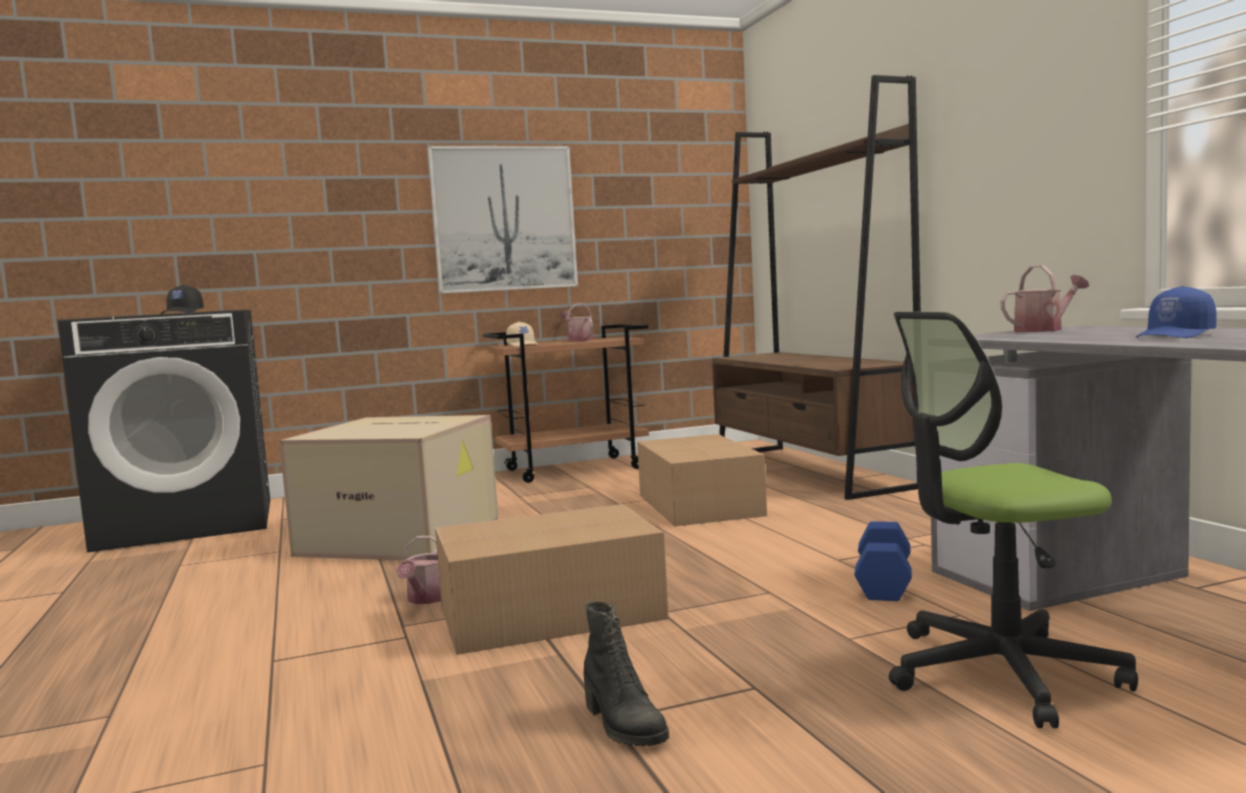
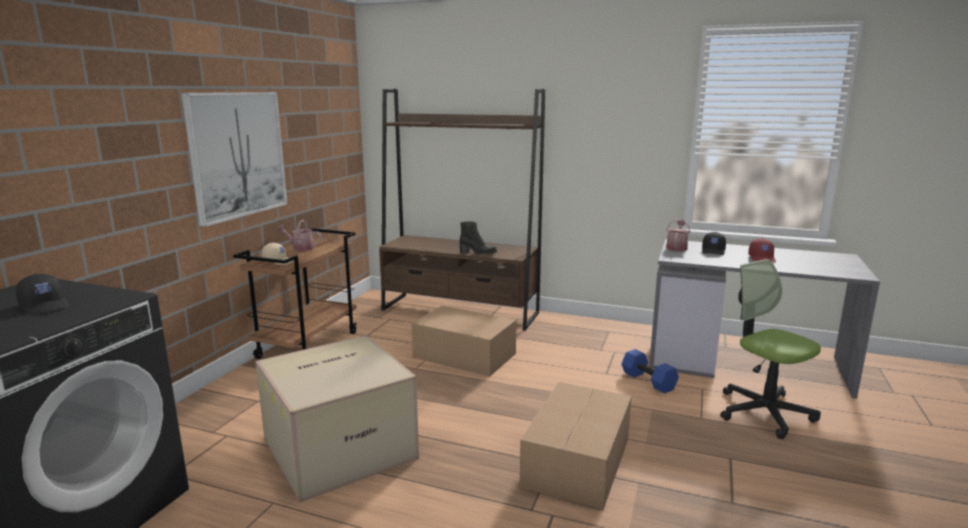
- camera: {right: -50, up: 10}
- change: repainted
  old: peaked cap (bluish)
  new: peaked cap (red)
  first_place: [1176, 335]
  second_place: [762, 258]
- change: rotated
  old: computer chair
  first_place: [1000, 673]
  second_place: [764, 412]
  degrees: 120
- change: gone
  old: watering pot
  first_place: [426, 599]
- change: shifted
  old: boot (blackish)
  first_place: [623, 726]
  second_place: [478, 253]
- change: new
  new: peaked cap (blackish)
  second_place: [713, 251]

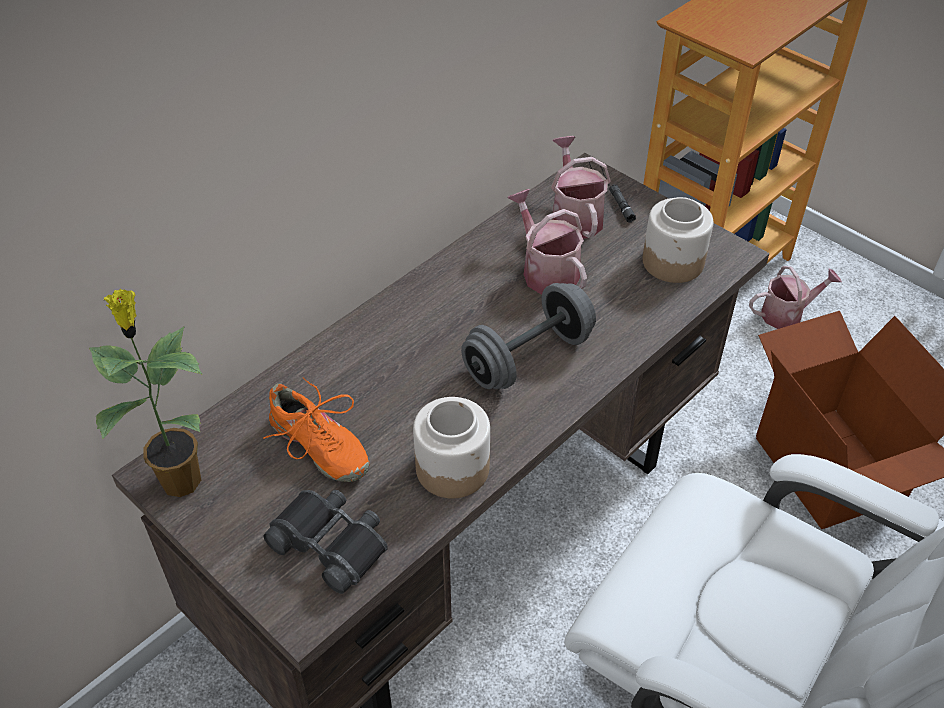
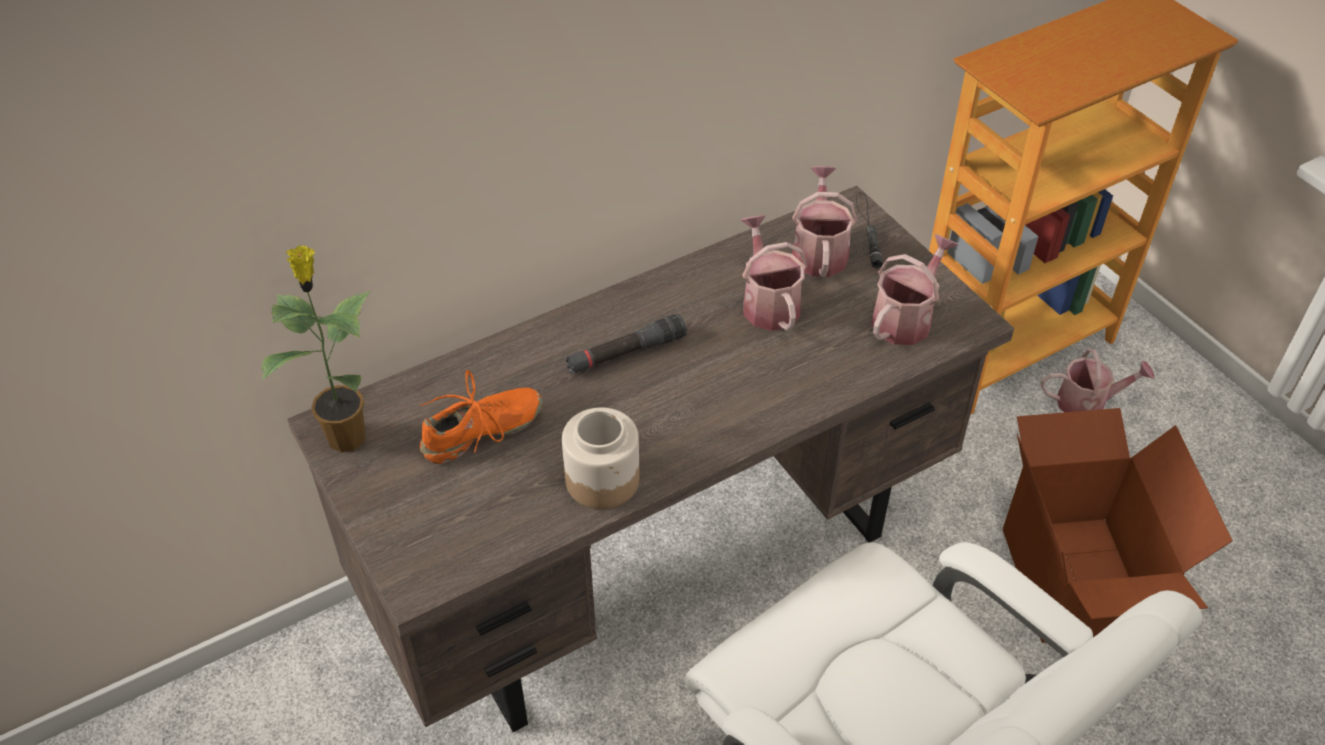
- camera: {right: 15, up: 0}
- change: swapped
  old: preserve jar
  new: watering pot
  first_place: [673, 262]
  second_place: [906, 318]
- change: gone
  old: hand weight (gray)
  first_place: [528, 358]
- change: rotated
  old: item of footwear (orangey)
  first_place: [319, 447]
  second_place: [482, 433]
  degrees: -90
- change: gone
  old: field glasses (blackish)
  first_place: [331, 543]
- change: new
  new: flashlight (blackish)
  second_place: [626, 353]

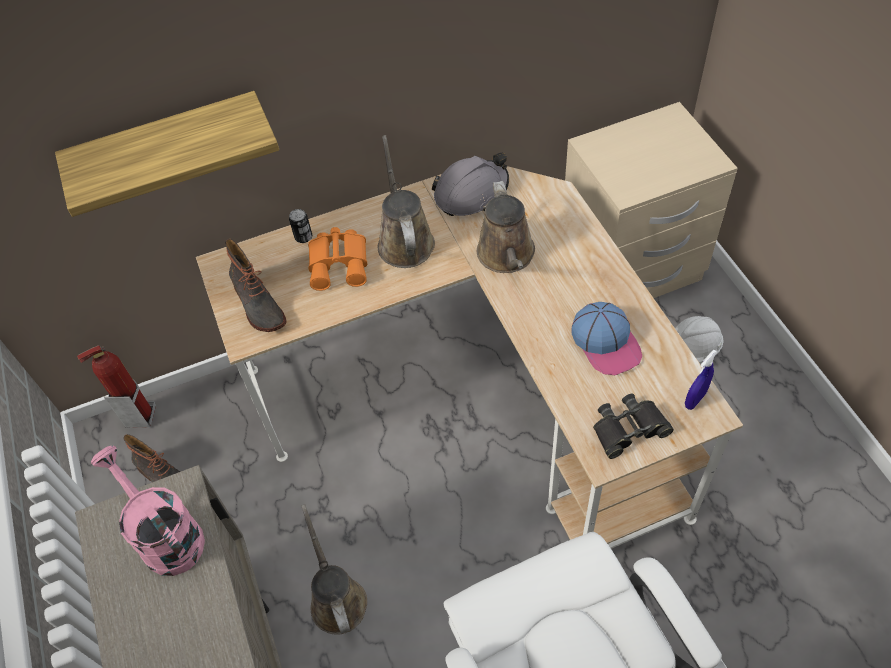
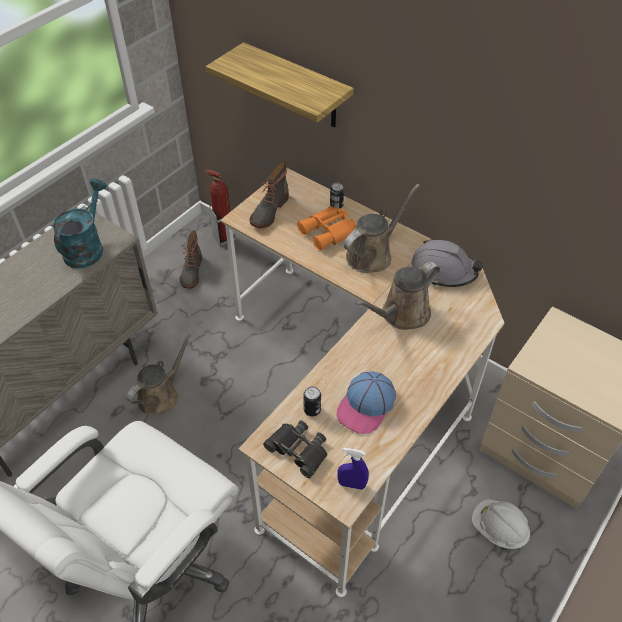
- camera: {right: 55, up: -5}
- change: repainted
  old: watering pot (pink-coloured)
  new: watering pot (turquoise)
  first_place: [165, 535]
  second_place: [87, 247]
- change: new
  new: sealed can
  second_place: [312, 410]

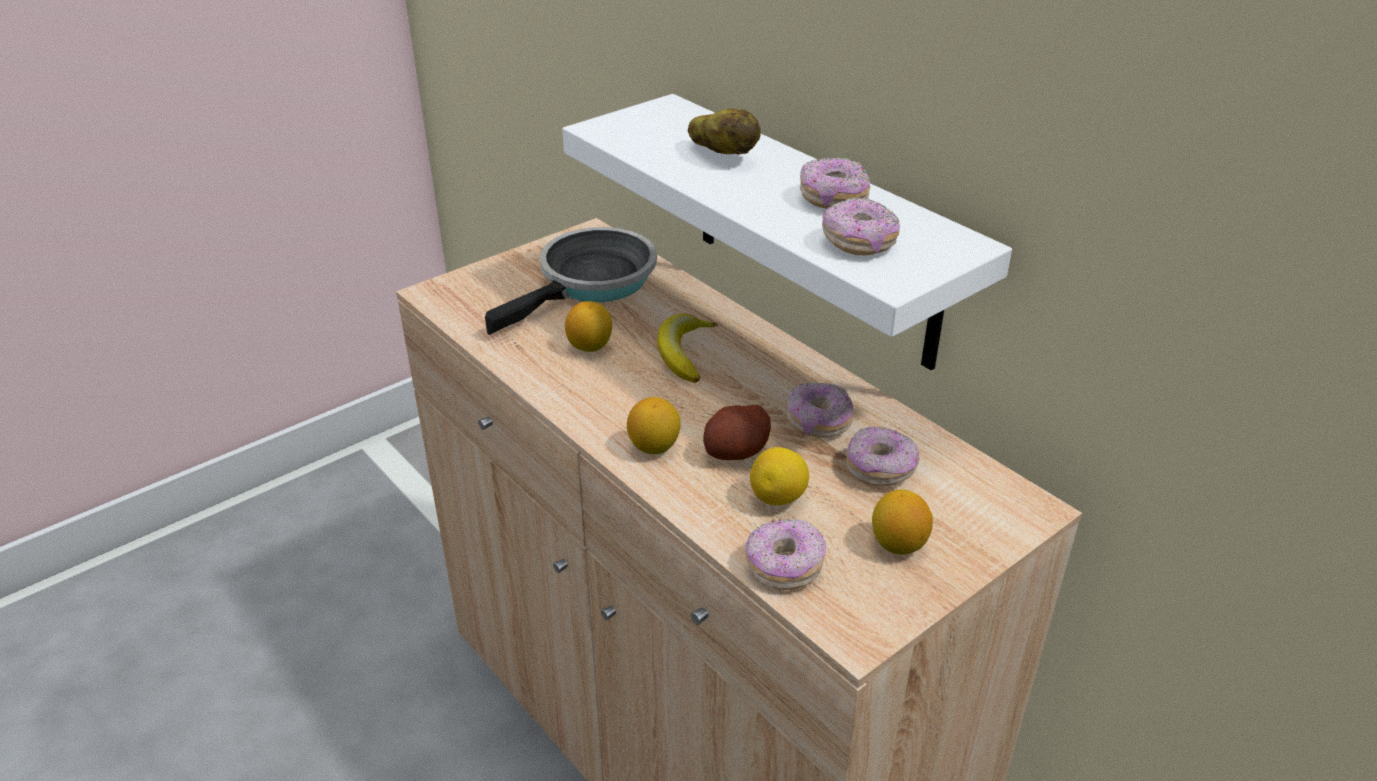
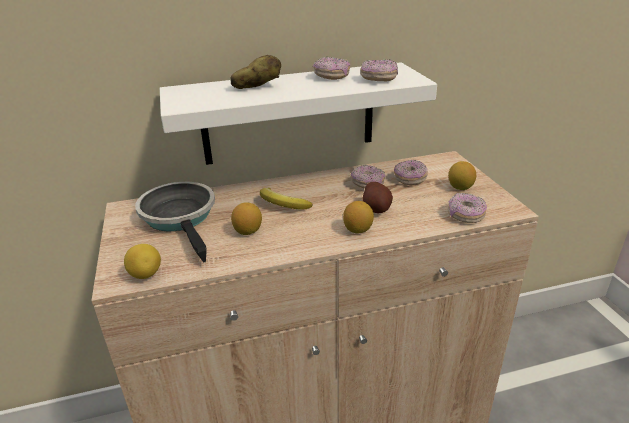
- camera: {right: -65, up: -5}
- change: shifted
  old: whole lemon
  first_place: [778, 498]
  second_place: [146, 275]

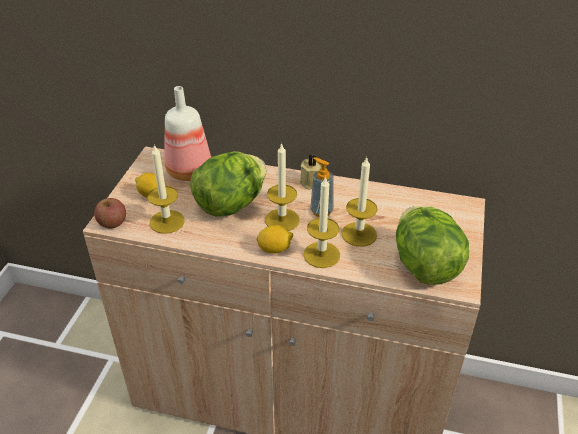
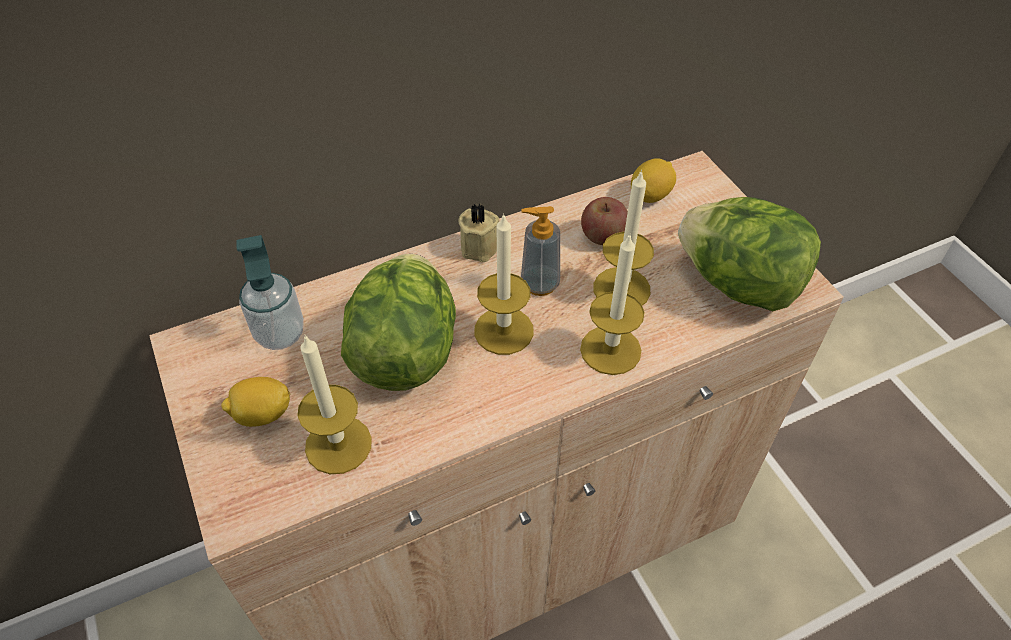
- camera: {right: -40, up: 10}
- change: swapped
  old: drink bottle
  new: soap dispenser
  first_place: [191, 171]
  second_place: [280, 334]
- change: shifted
  old: whole apple
  first_place: [112, 223]
  second_place: [603, 236]
- change: shifted
  old: whole lemon
  first_place: [275, 249]
  second_place: [650, 195]

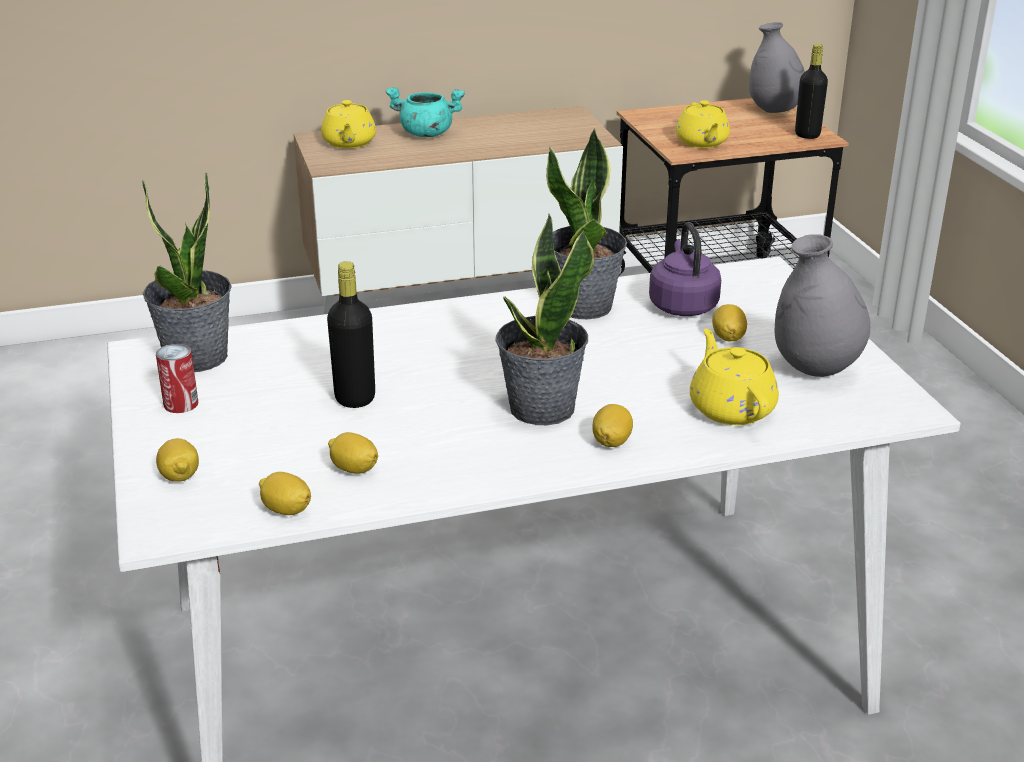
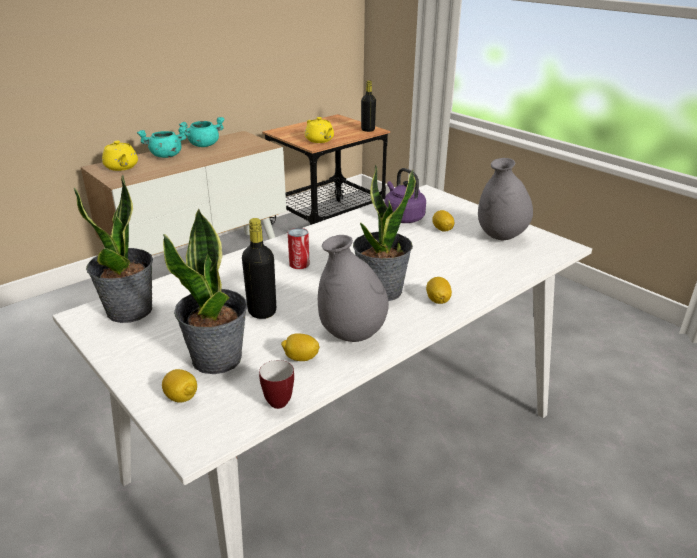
- camera: {right: -25, up: 0}
- change: shifted
  old: decorative vase (gray)
  first_place: [774, 111]
  second_place: [352, 335]
- change: shifted
  old: houseplant
  first_place: [585, 306]
  second_place: [218, 358]
- change: gone
  old: pot for tea (yellow-coloured)
  first_place: [731, 408]
- change: shifted
  old: sealed can
  first_place: [181, 404]
  second_place: [299, 264]
- change: swapped
  old: whole lemon
  new: tea mug
  first_place: [286, 510]
  second_place: [279, 399]
- change: new
  new: saucepot (turquoise)
  second_place: [204, 145]

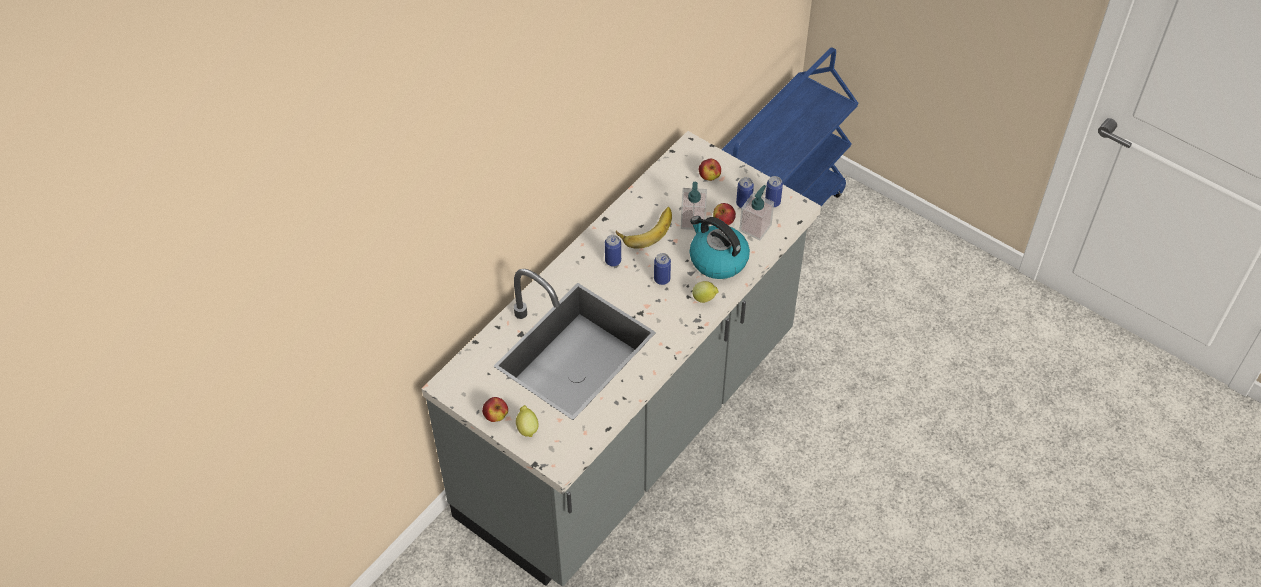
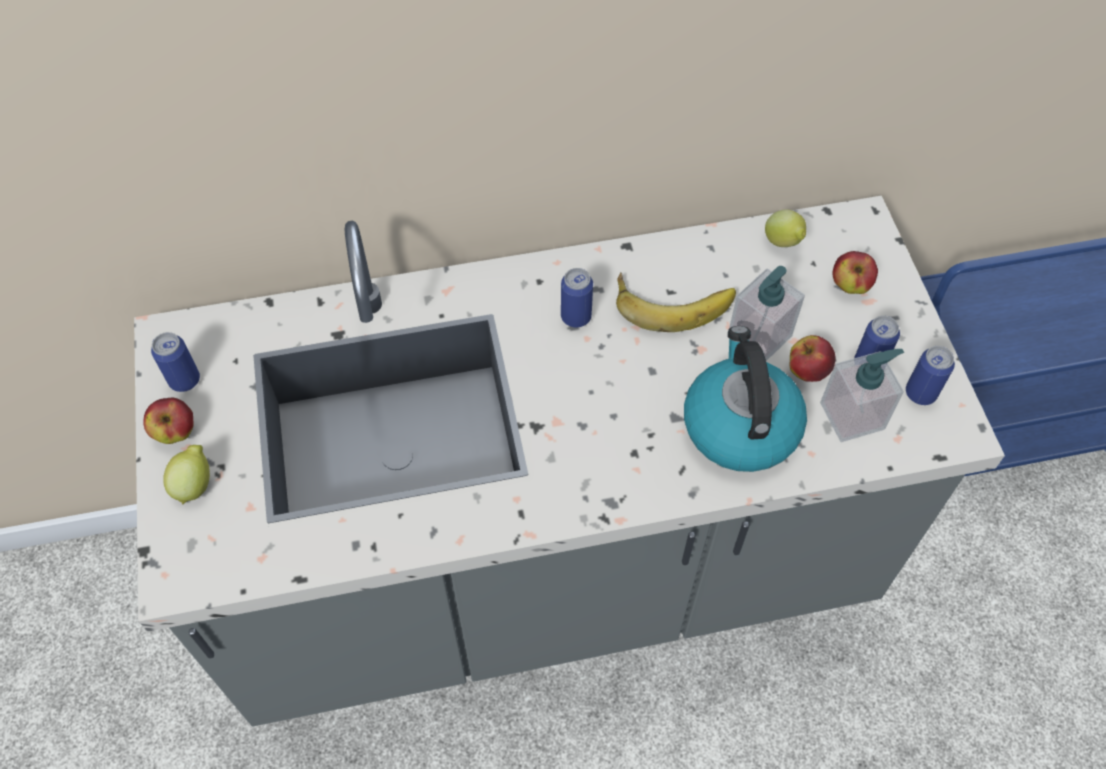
- camera: {right: 40, up: 5}
- change: shifted
  old: sealed can
  first_place: [662, 279]
  second_place: [184, 380]
- change: shifted
  old: whole lemon
  first_place: [705, 299]
  second_place: [783, 243]

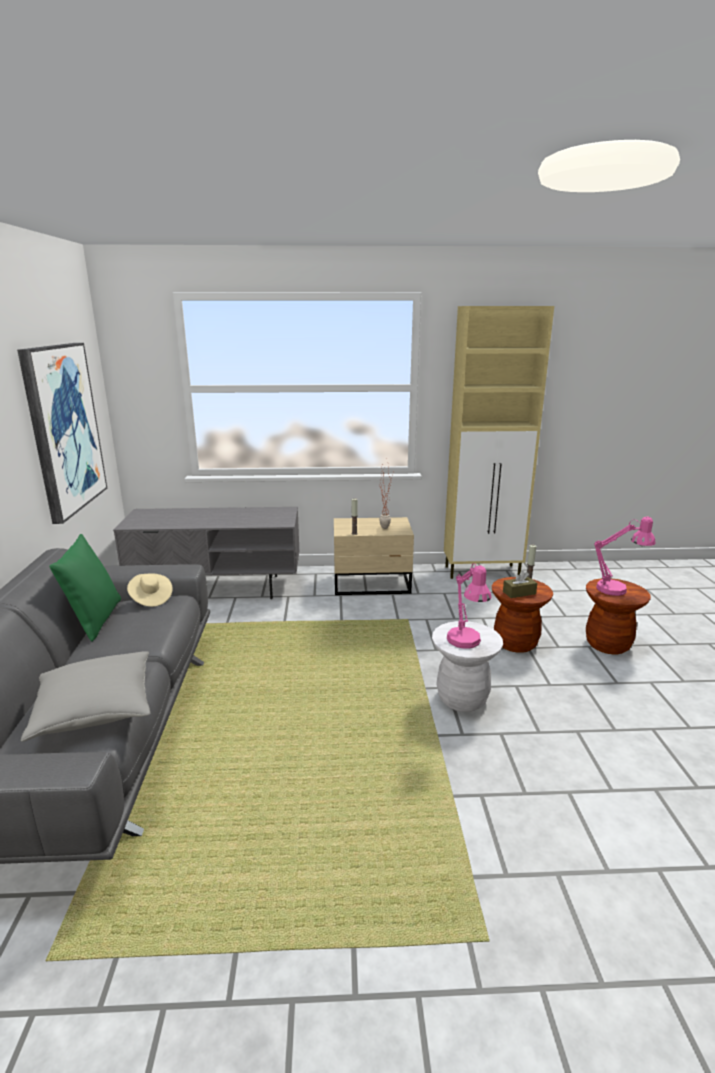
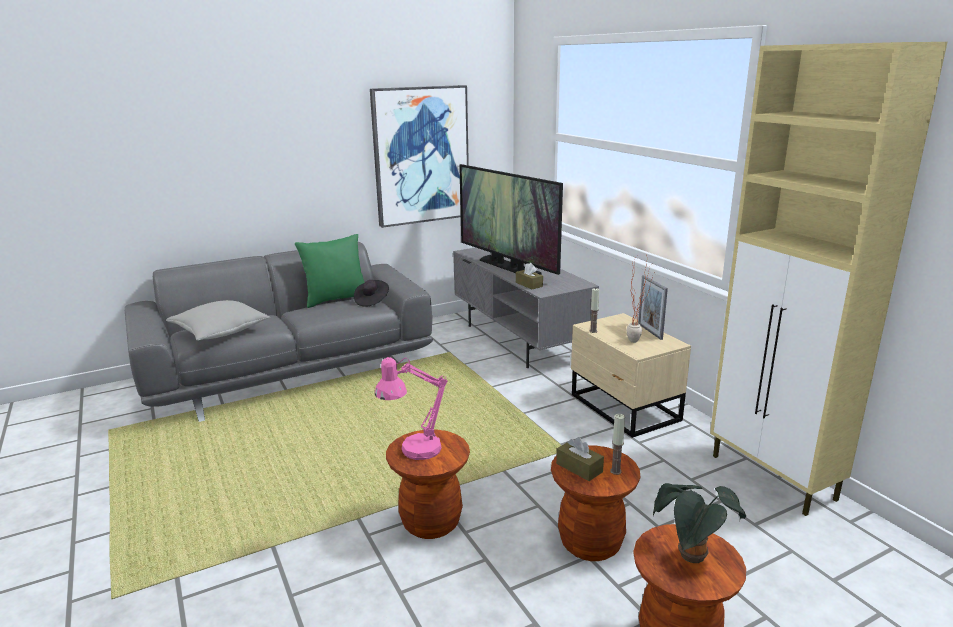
- camera: {right: 65, up: 0}
- change: swapped
  old: lamp for a table (pink-coloured)
  new: houseplant
  first_place: [618, 589]
  second_place: [692, 558]
- change: repainted
  old: wearable hat (beige-coloured)
  new: wearable hat (blackish)
  first_place: [150, 598]
  second_place: [371, 301]
- change: repainted
  old: stool seat (white)
  new: stool seat (brownish)
  first_place: [462, 698]
  second_place: [431, 522]
- change: new
  new: television
  second_place: [508, 267]
- change: new
  new: tissue holder (brownish)
  second_place: [529, 284]
- change: new
  new: photo frame
  second_place: [650, 331]

